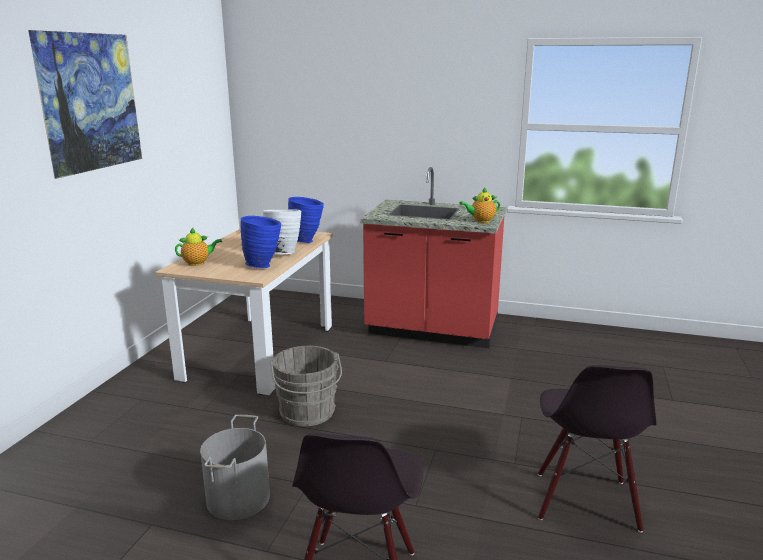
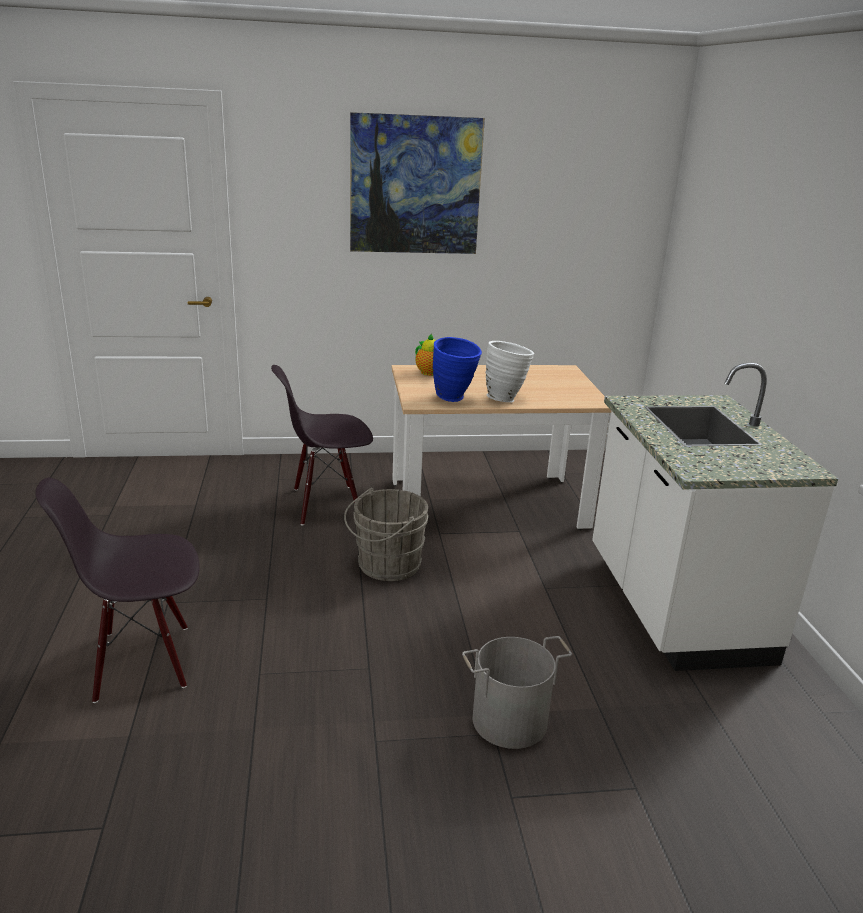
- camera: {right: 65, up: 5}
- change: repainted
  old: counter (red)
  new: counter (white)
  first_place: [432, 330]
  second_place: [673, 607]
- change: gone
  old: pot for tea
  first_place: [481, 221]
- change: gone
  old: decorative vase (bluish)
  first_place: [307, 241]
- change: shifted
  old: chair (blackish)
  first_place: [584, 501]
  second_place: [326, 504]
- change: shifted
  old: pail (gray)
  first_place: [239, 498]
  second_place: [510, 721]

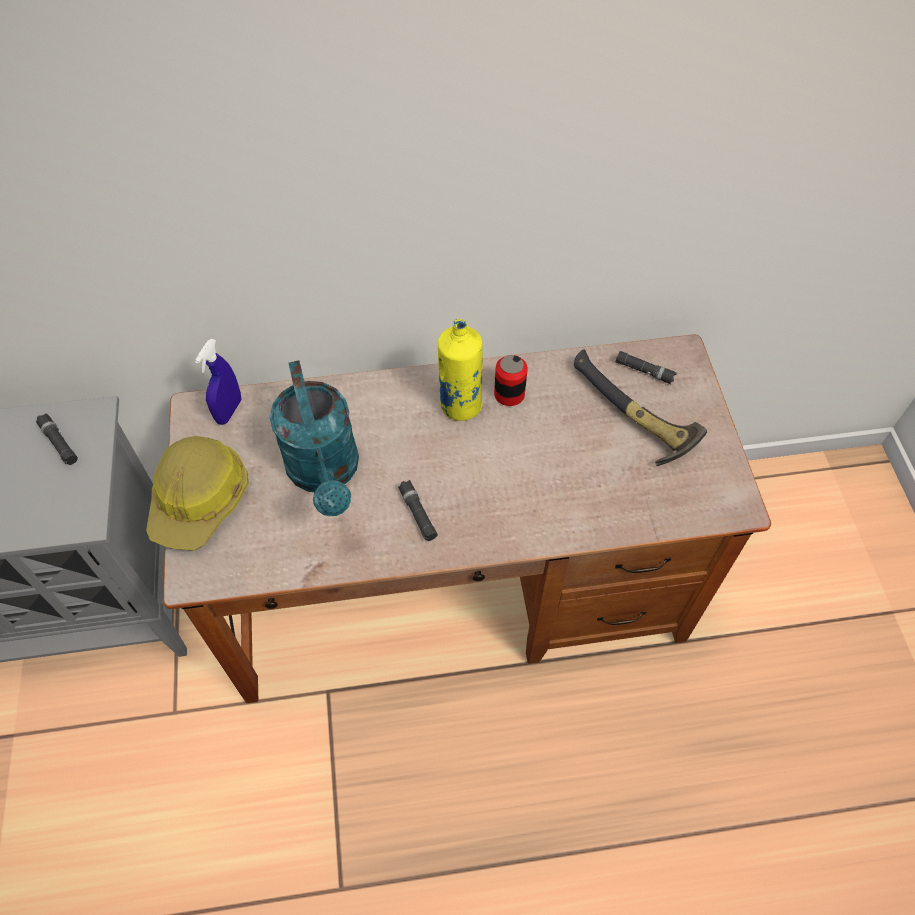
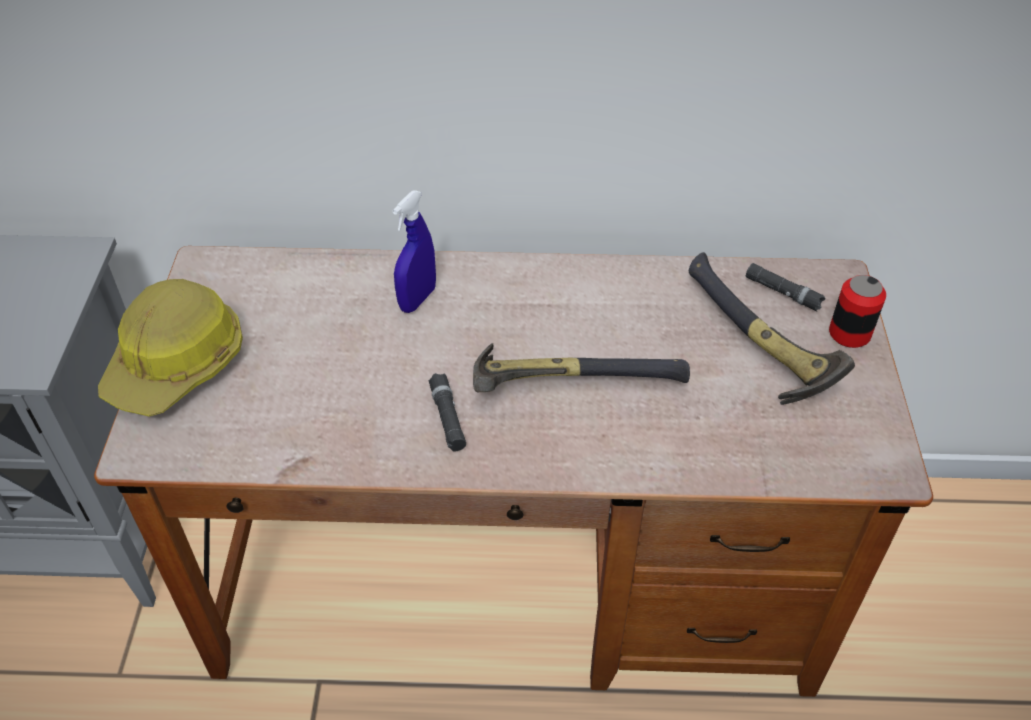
- camera: {right: 10, up: -10}
- change: gone
  old: drink bottle (yellow-coloured)
  first_place: [460, 405]
- change: shifted
  old: hand sprayer (bluish)
  first_place: [229, 411]
  second_place: [417, 299]
- change: shifted
  old: sealed can
  first_place: [509, 394]
  second_place: [849, 333]
- change: gone
  old: watering pot (turquoise)
  first_place: [325, 473]
- change: gone
  old: flashlight (blackish)
  first_place: [59, 443]
- change: new
  new: hammer
  second_place: [570, 380]

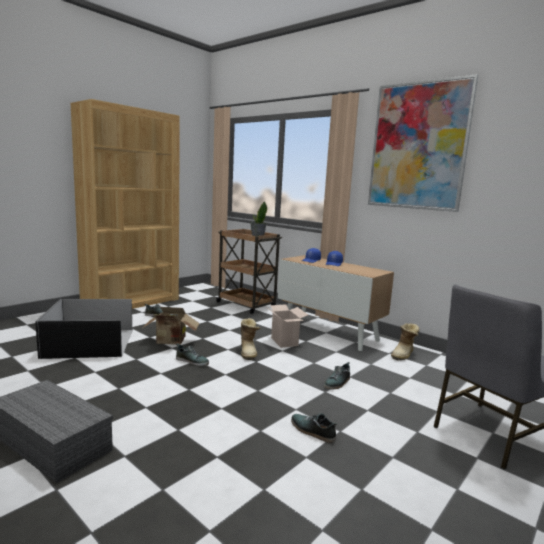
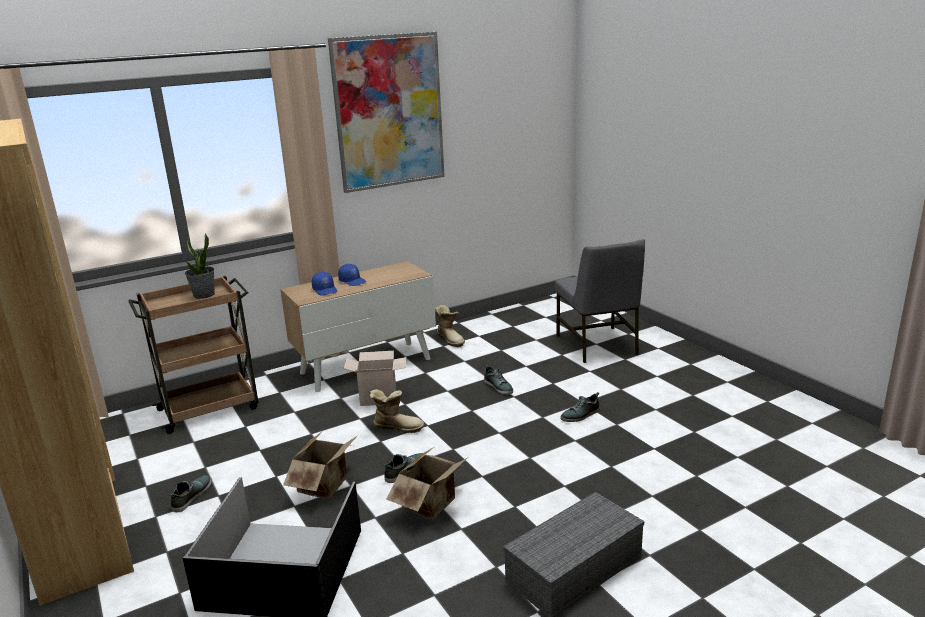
- camera: {right: -70, up: 10}
- change: new
  new: carton
  second_place: [433, 504]

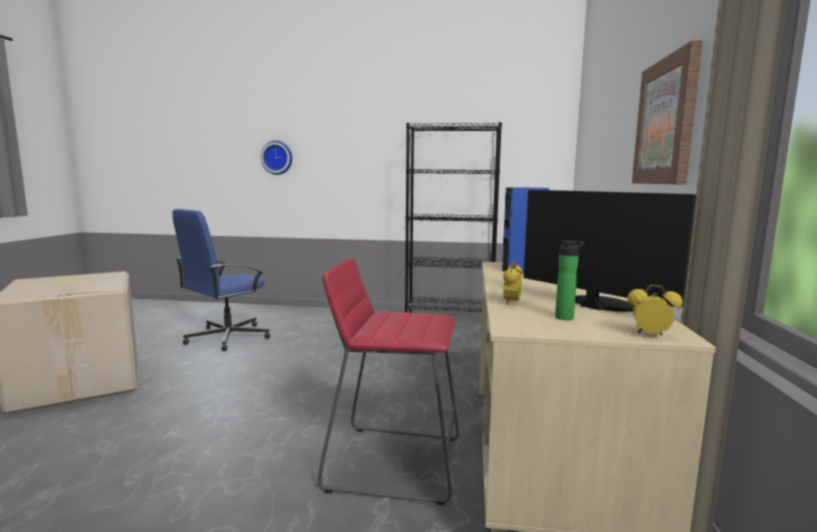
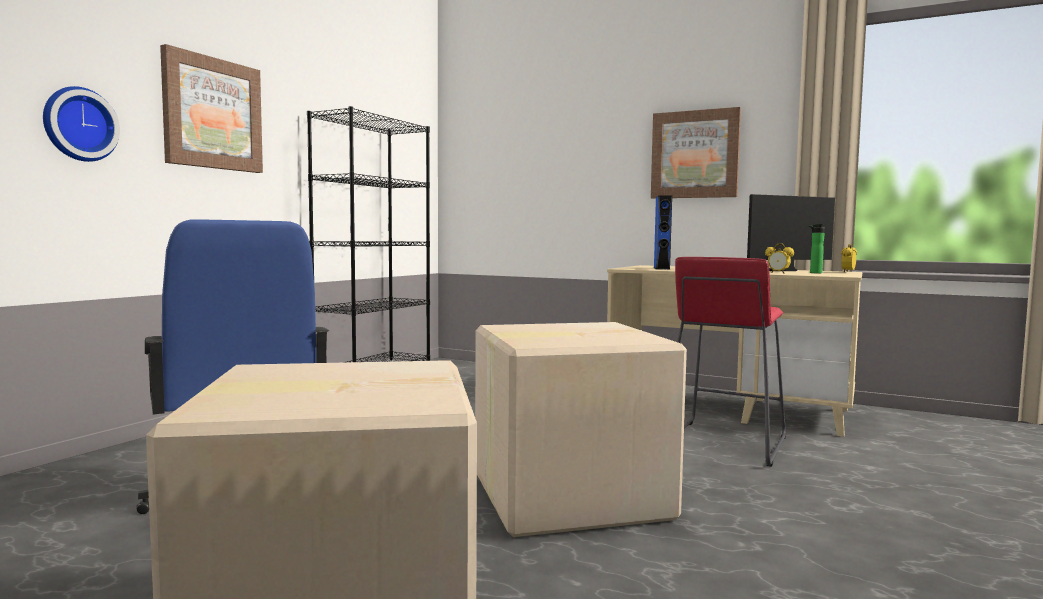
- camera: {right: -70, up: -5}
- change: new
  new: picture
  second_place: [212, 114]
- change: new
  new: carton
  second_place: [566, 495]

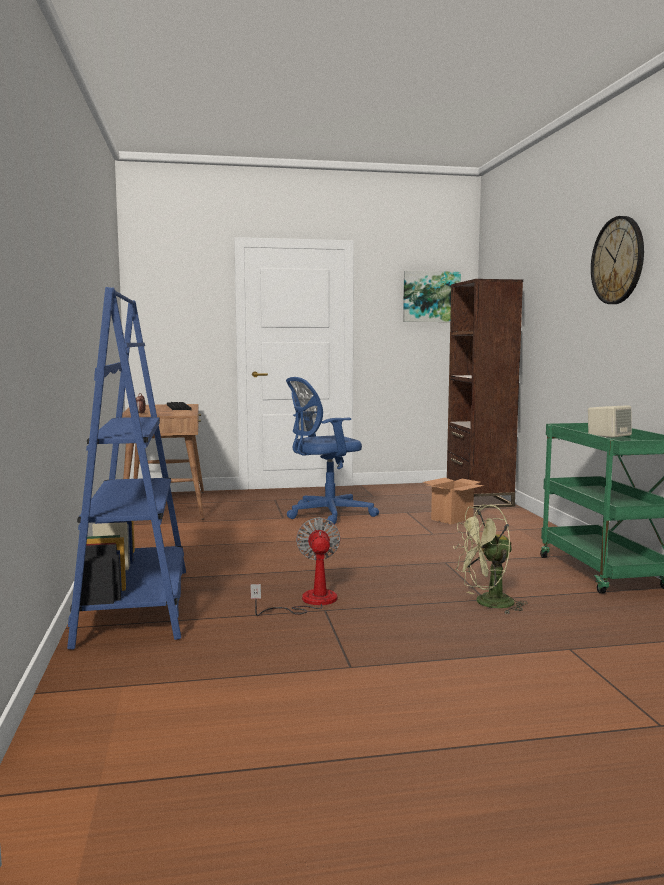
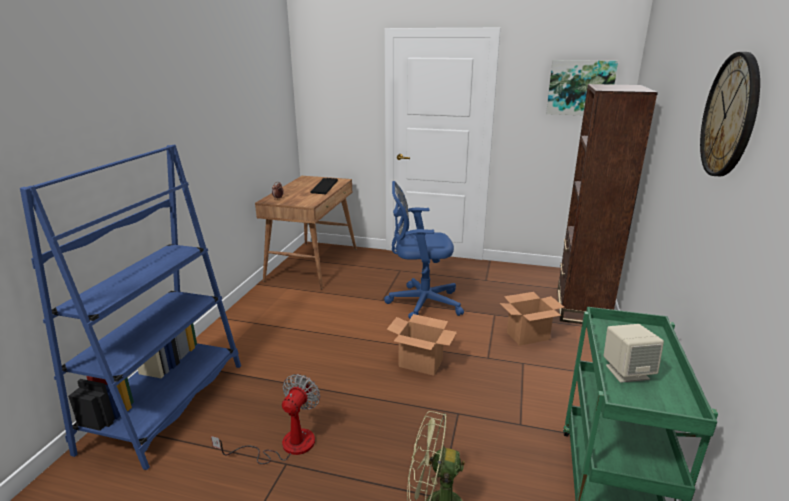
- camera: {right: 25, up: 15}
- change: new
  new: carton
  second_place: [421, 363]

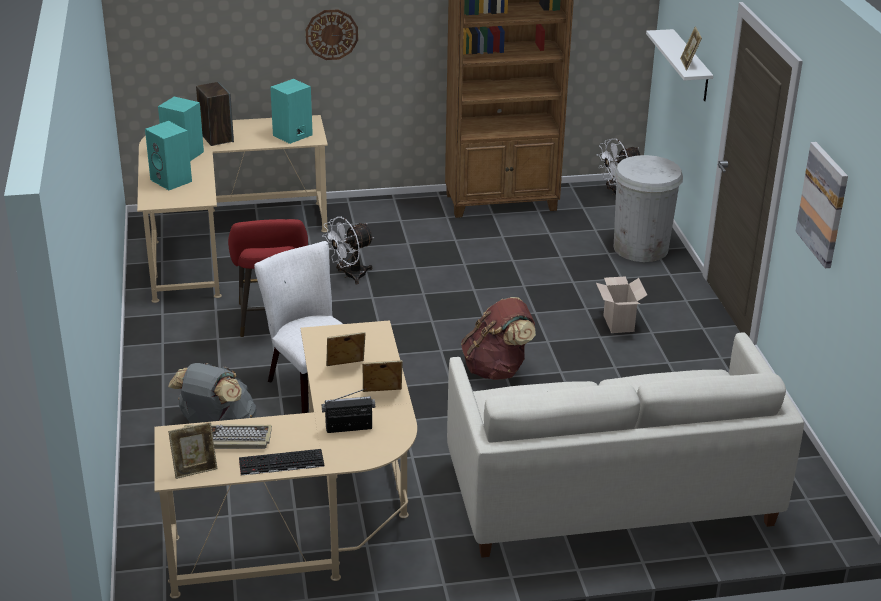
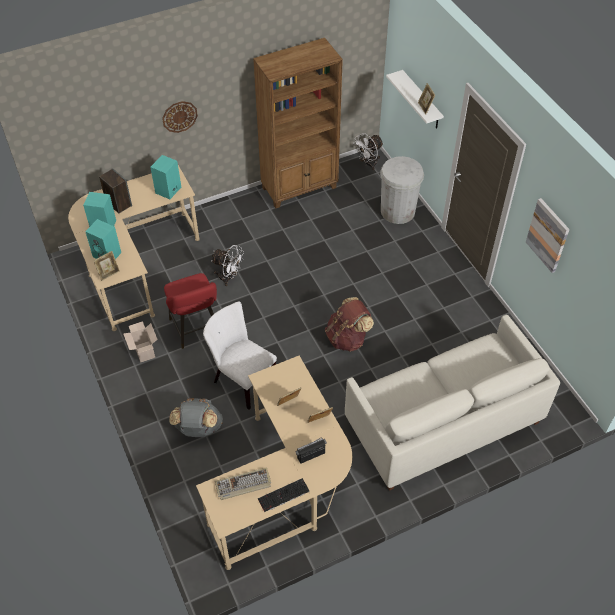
- camera: {right: -15, up: 20}
- change: rotated
  old: cooling fan (white)
  first_place: [350, 276]
  second_place: [229, 277]
  degrees: -105
- change: shifted
  old: carton
  first_place: [617, 323]
  second_place: [143, 351]
- change: shifted
  old: photo frame
  first_place: [195, 469]
  second_place: [109, 273]

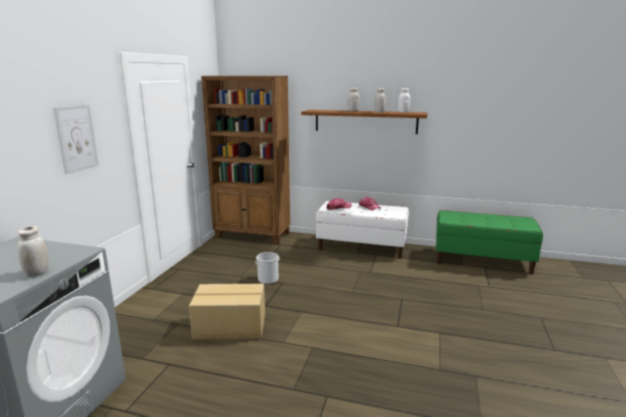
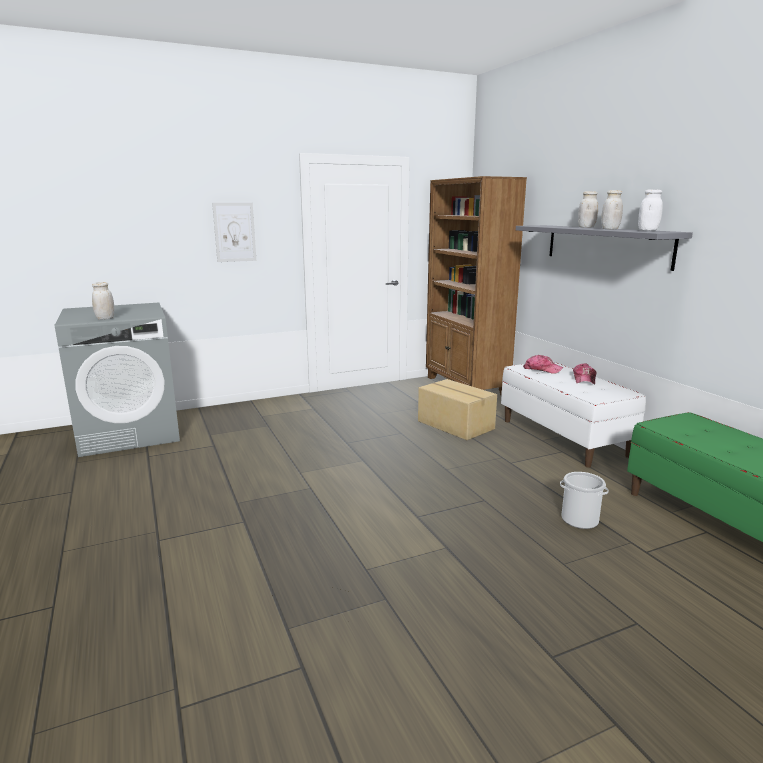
- camera: {right: 50, up: 0}
- change: repainted
  old: wall shelf (brownish)
  new: wall shelf (gray)
  first_place: [365, 121]
  second_place: [606, 245]
- change: shifted
  old: pail
  first_place: [268, 279]
  second_place: [580, 519]
- change: shifted
  old: carton
  first_place: [230, 327]
  second_place: [455, 425]

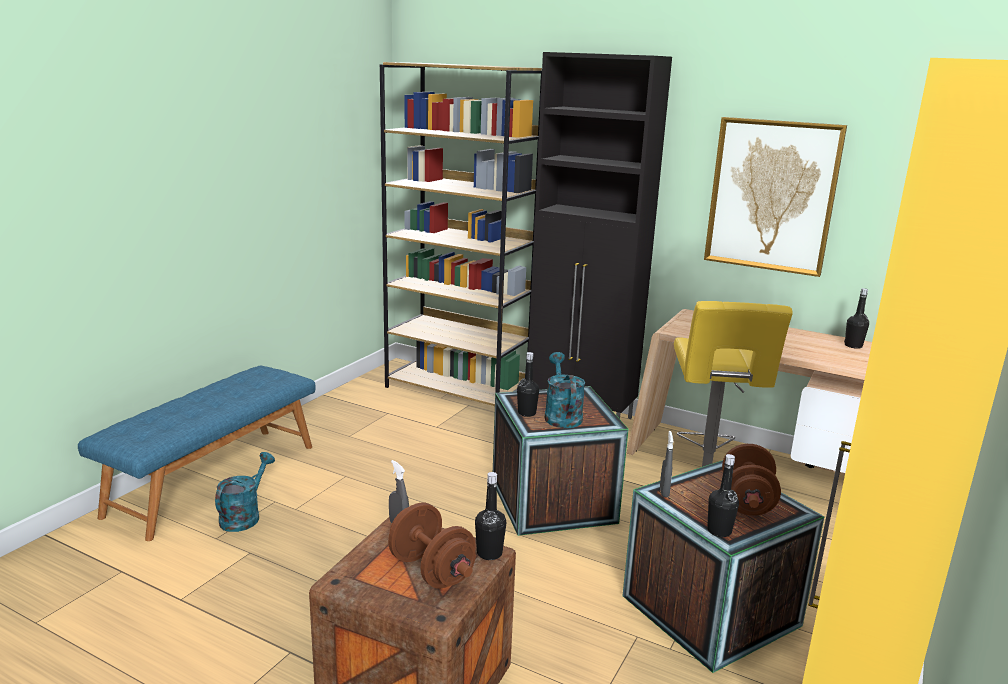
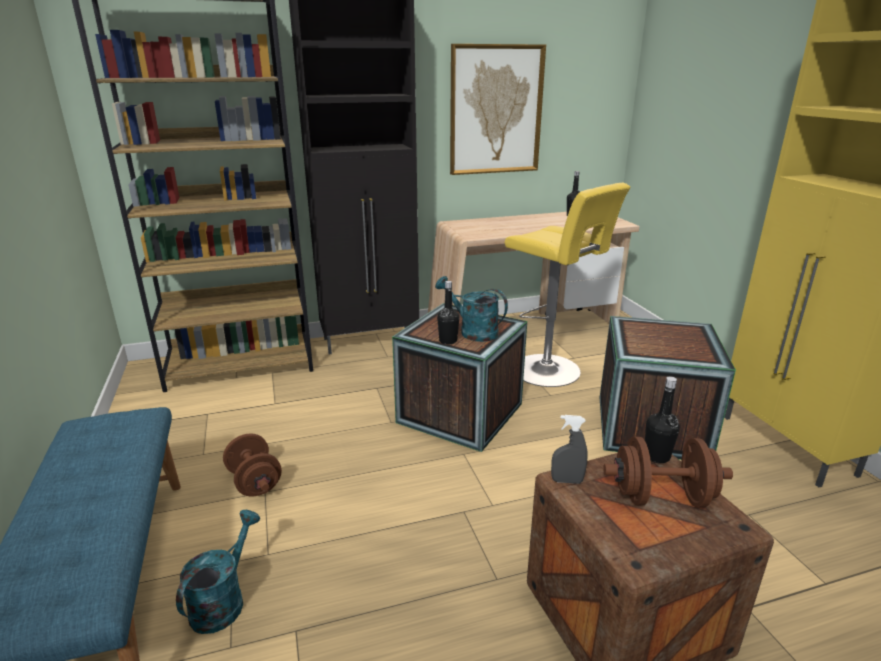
- camera: {right: -45, up: 5}
- change: gone
  old: hand sprayer (gray)
  first_place: [664, 491]
- change: shifted
  old: hand weight (brownish)
  first_place: [746, 502]
  second_place: [255, 482]
- change: rotated
  old: watering pot (turquoise)
  first_place: [244, 516]
  second_place: [223, 600]
  degrees: 45
- change: gone
  old: drink bottle (blackish)
  first_place: [719, 531]

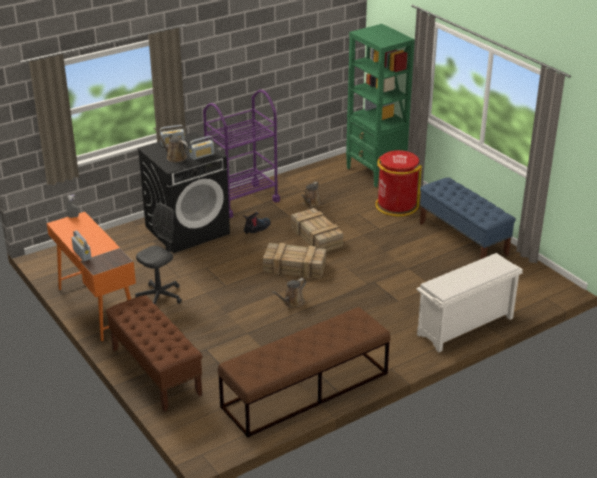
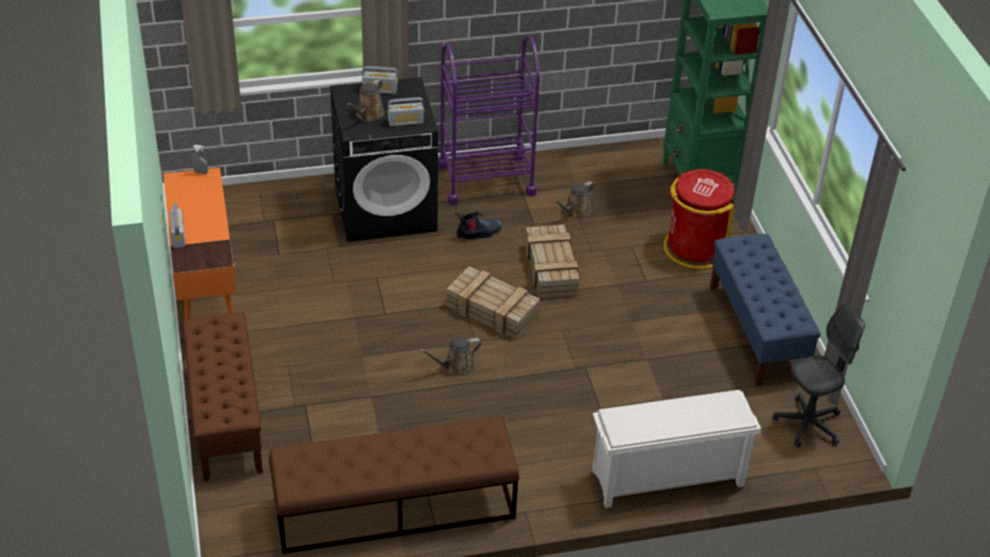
- camera: {right: 20, up: 10}
- change: rotated
  old: watering pot (brownish)
  first_place: [174, 157]
  second_place: [368, 115]
  degrees: -120
- change: shifted
  old: computer chair (gray)
  first_place: [160, 297]
  second_place: [808, 424]

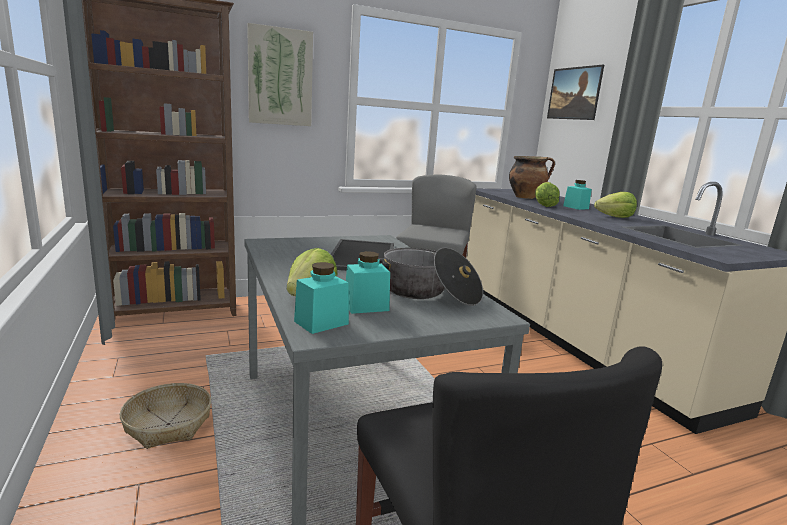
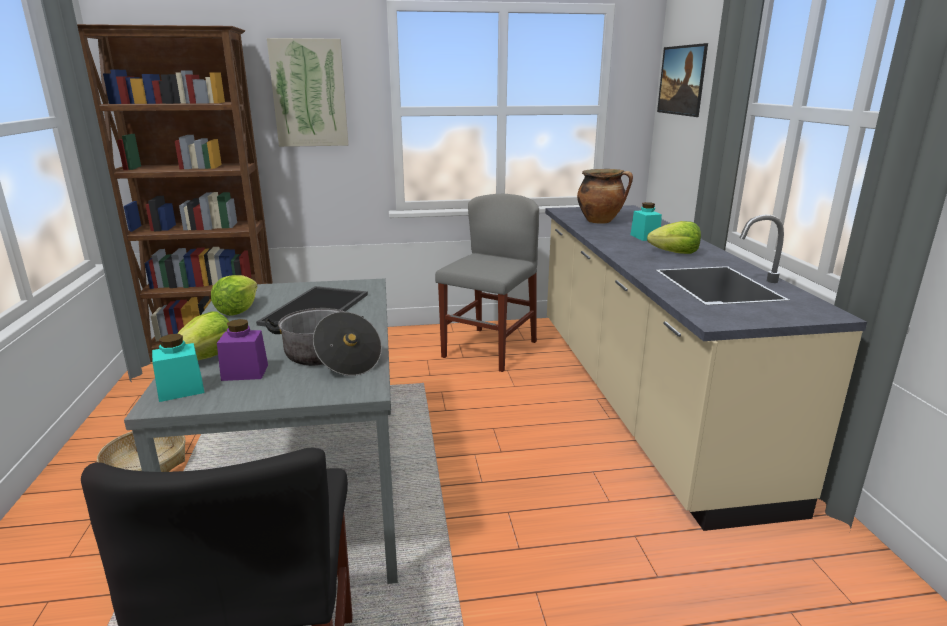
- camera: {right: 15, up: 5}
- change: shifted
  old: head of lettuce
  first_place: [543, 205]
  second_place: [238, 310]
- change: repainted
  old: preserve jar (turquoise)
  new: preserve jar (purple-coloured)
  first_place: [366, 306]
  second_place: [245, 372]

